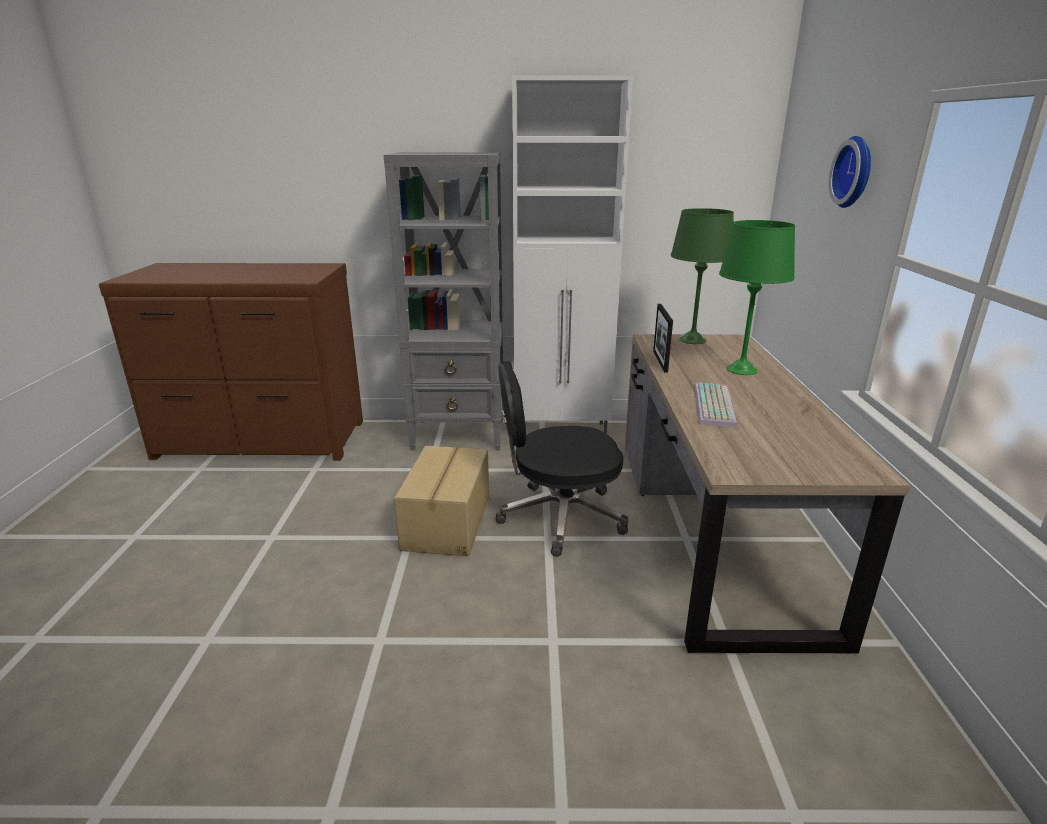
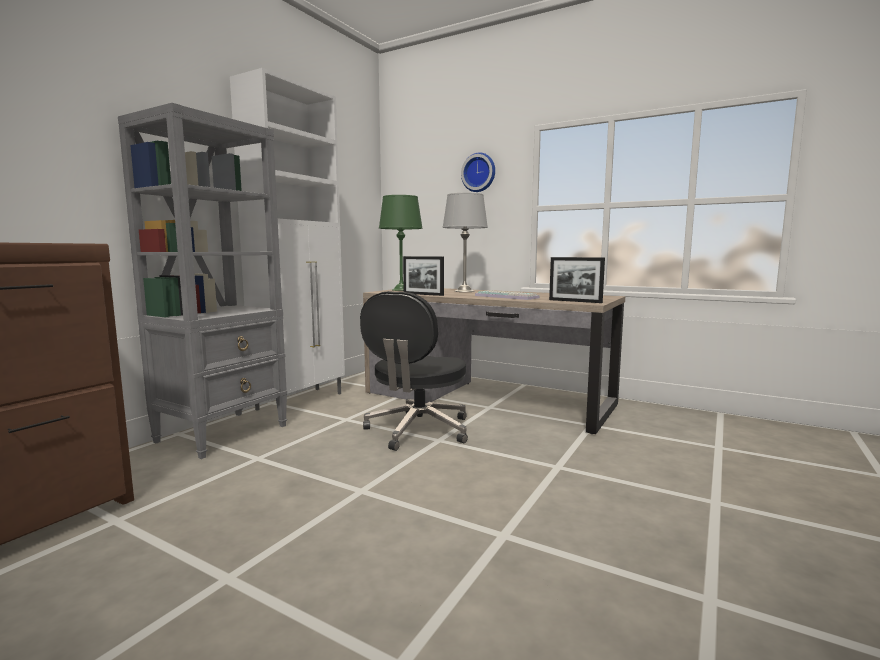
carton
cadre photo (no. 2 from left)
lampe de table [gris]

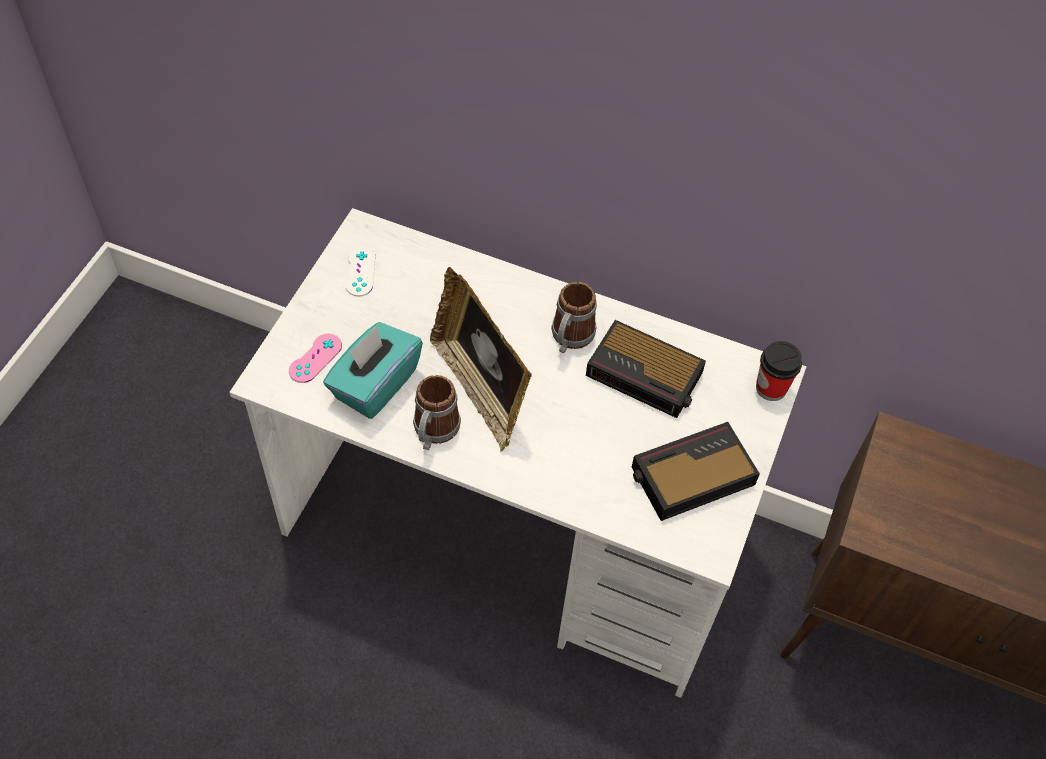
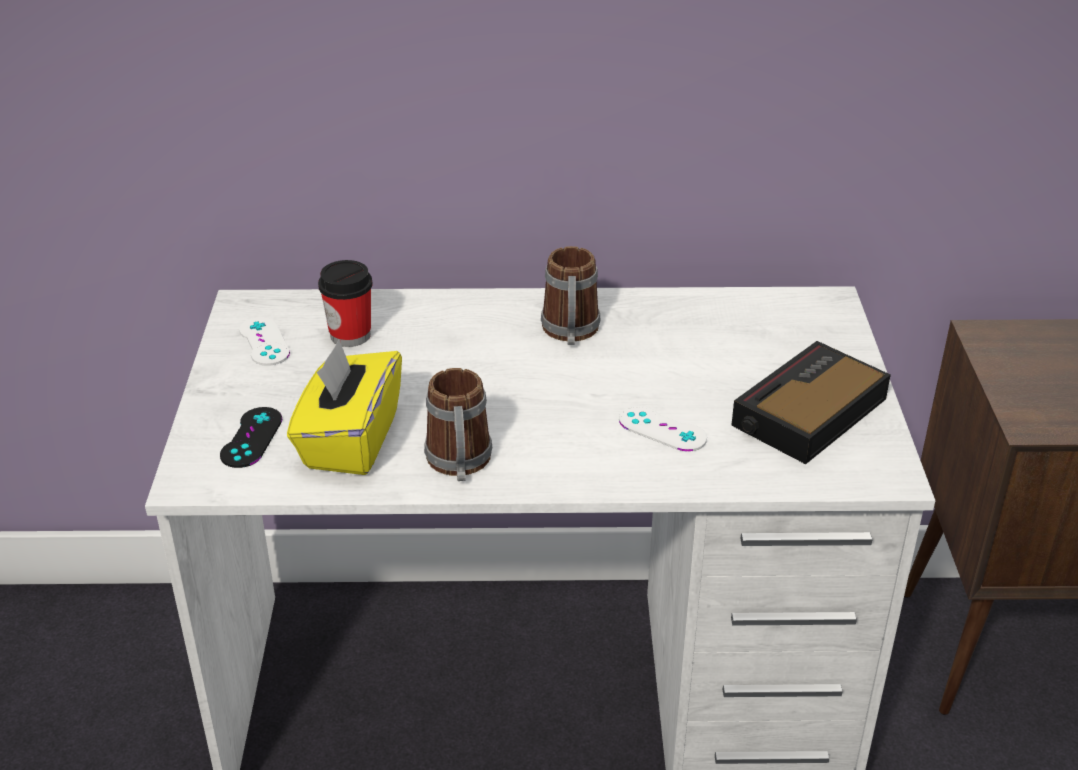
cadre photo
réveil (no. 1 from left in the first image)
manette [blanc] (no. 2 from left)
tasse
manette [noir]
boîte à mouchoirs [jaune]

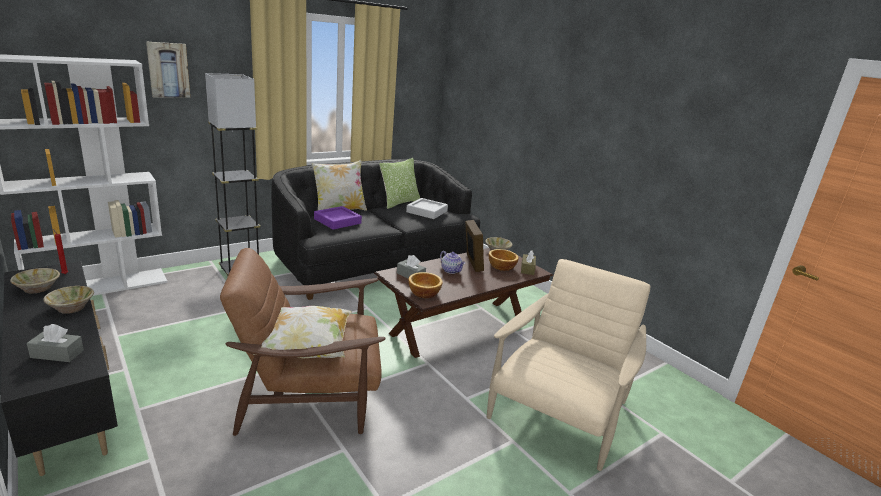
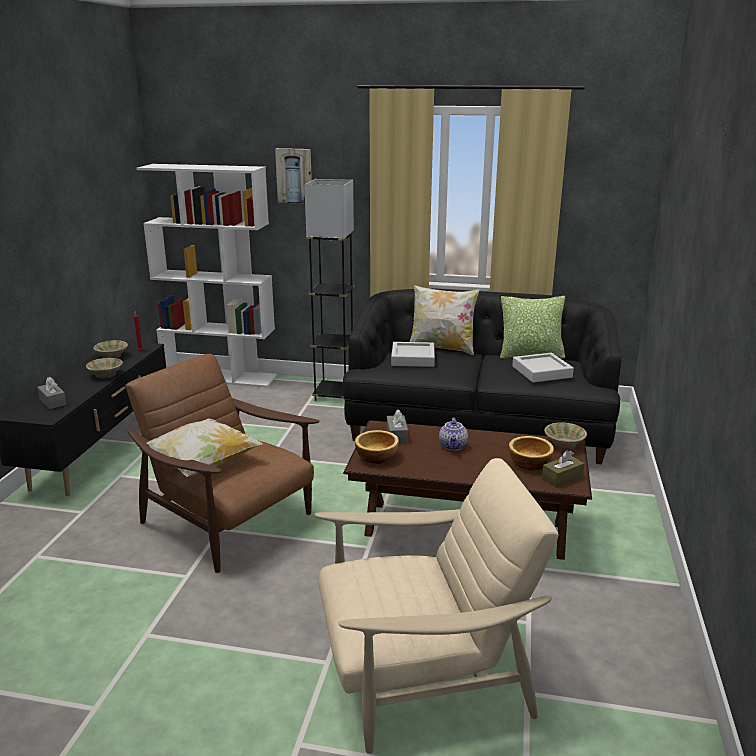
cadre photo
plateau [gris] (no. 1 from left)

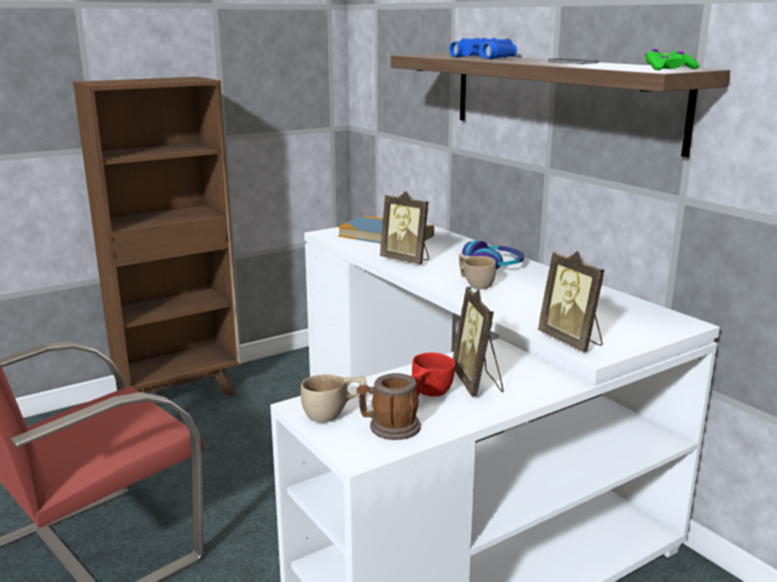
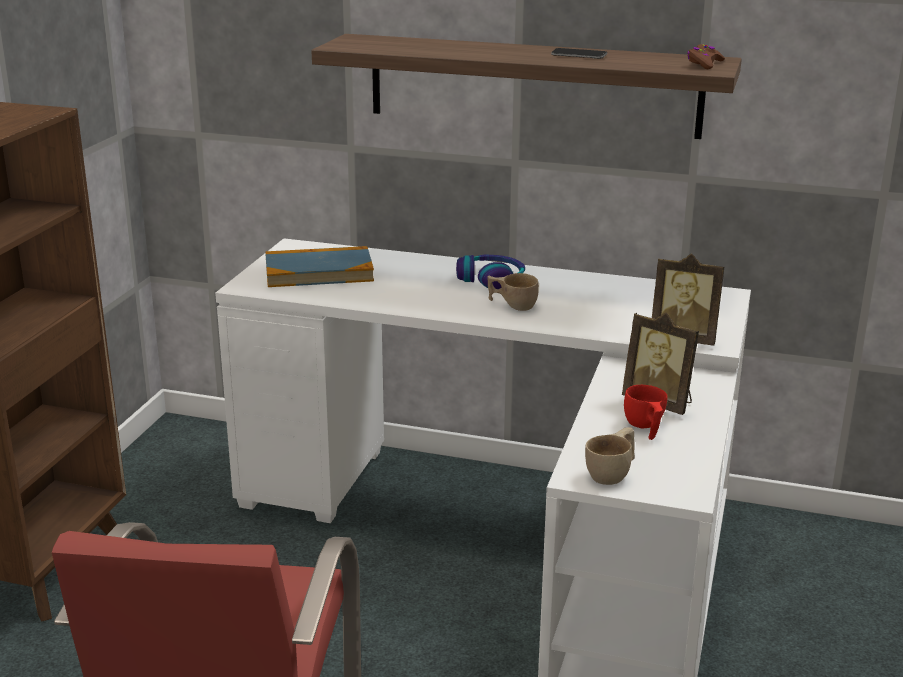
mug
cadre photo (no. 1 from left in the first image)
jumelles [bleu]
manette [marron]

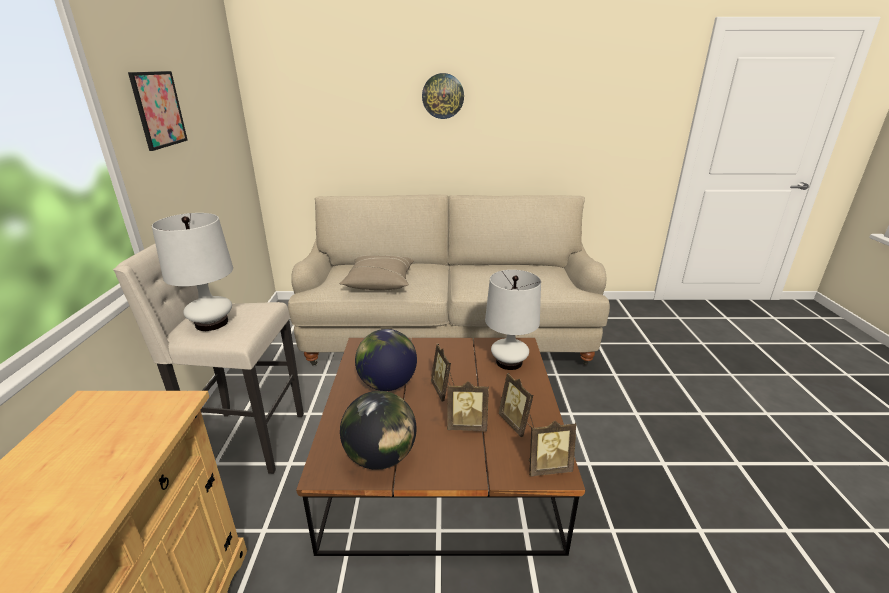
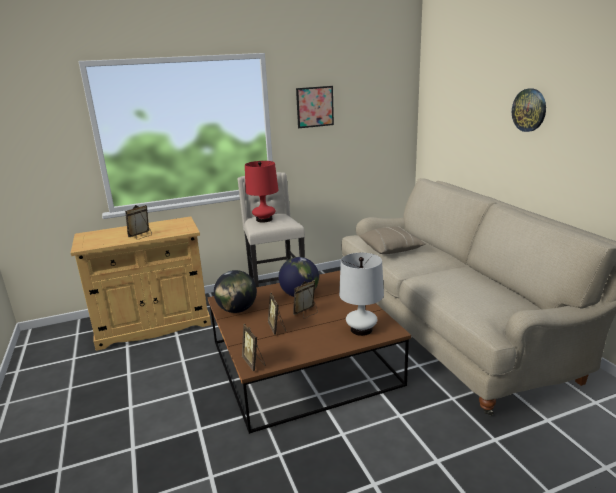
cadre photo (no. 1 from left)
lampe de table [rouge]

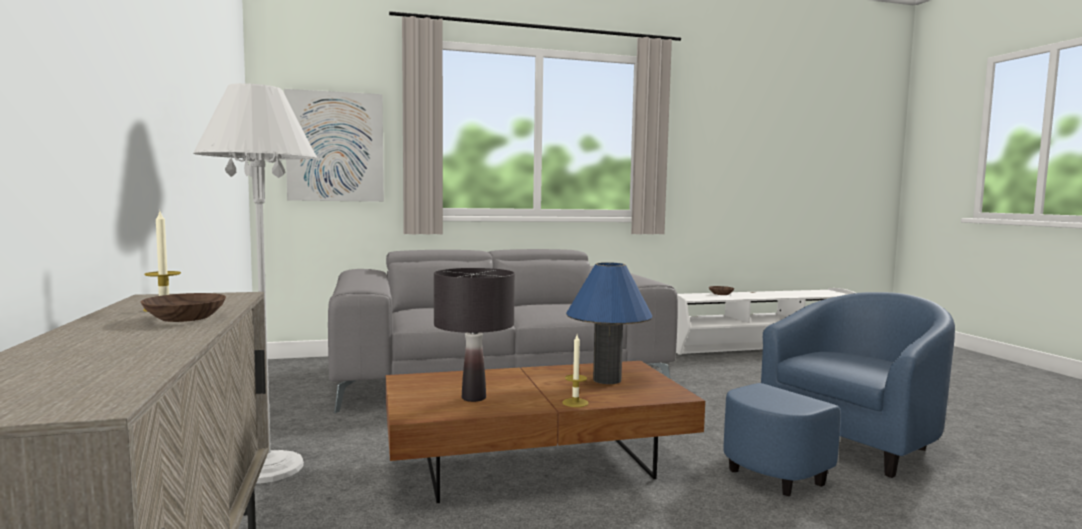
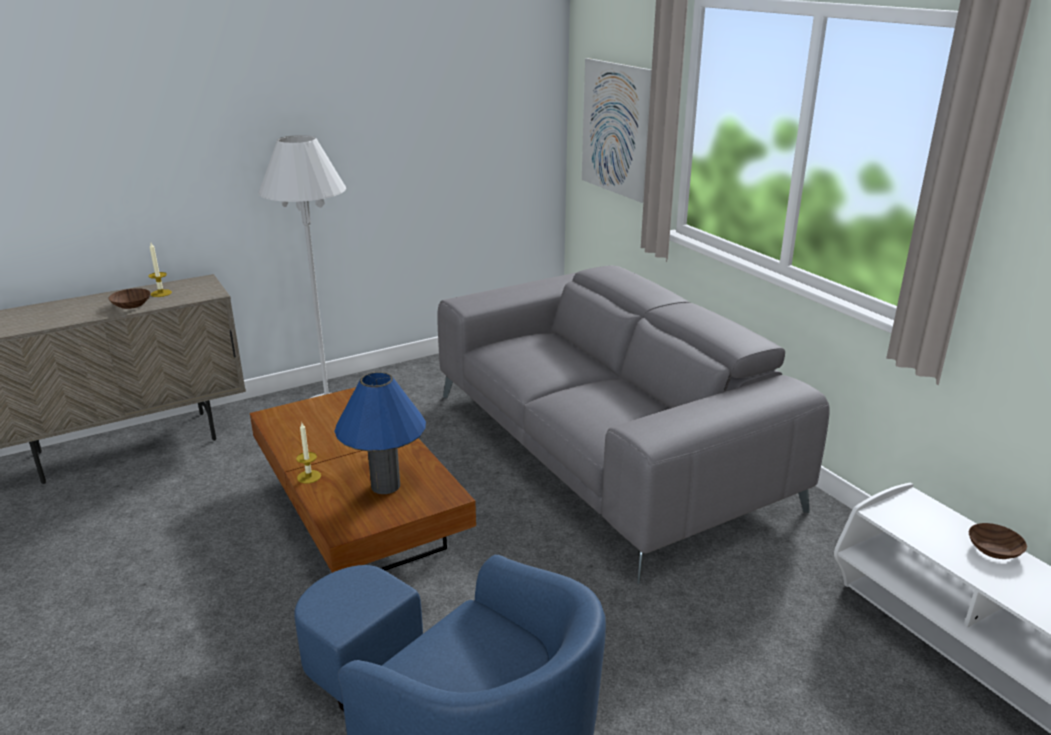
lampe de table [noir]

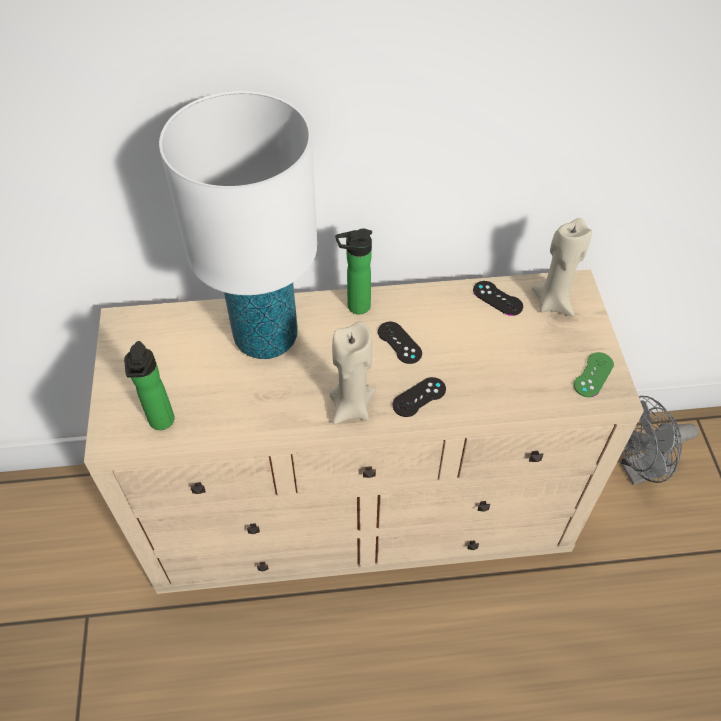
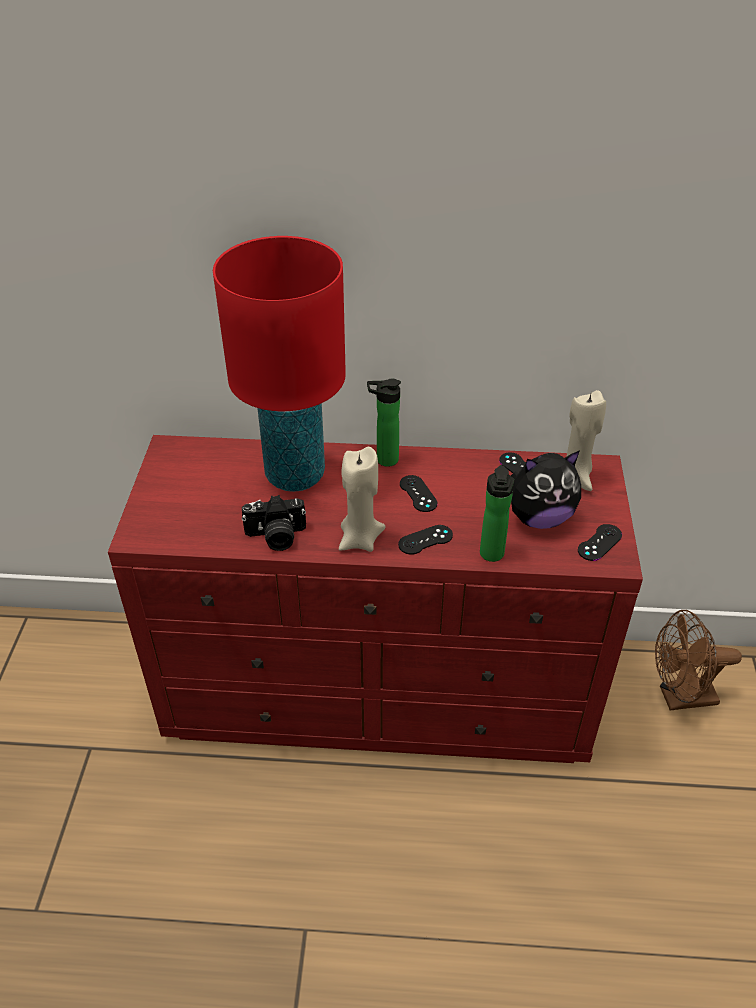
appareil photo
peluche
bouteille (no. 2 from left)
commode [rouge]
lampe de table [rouge]
manette [noir] (no. 4 from left)
ventilateur [marron]

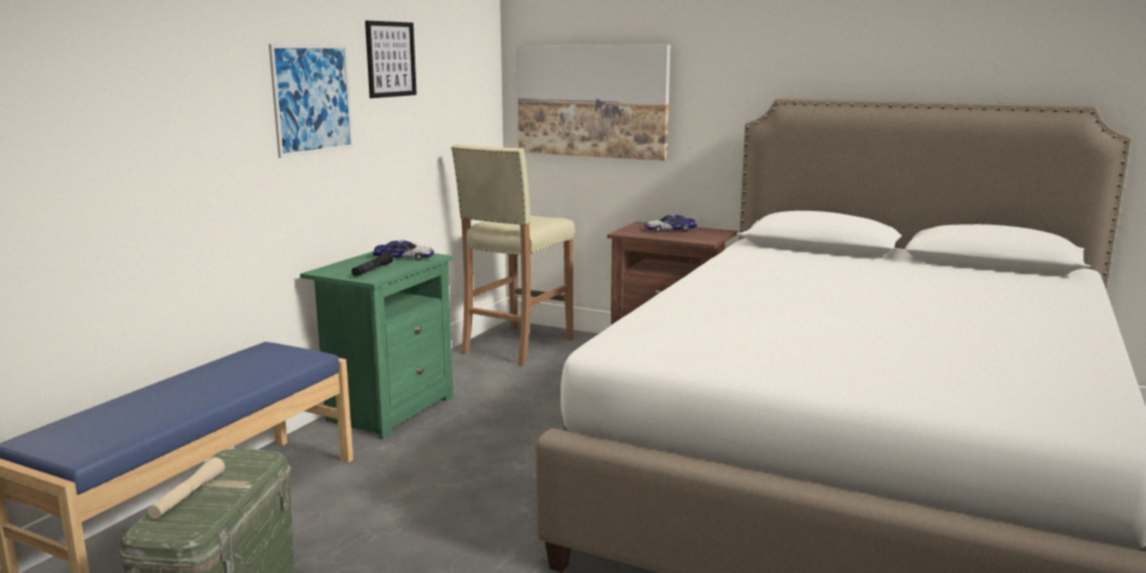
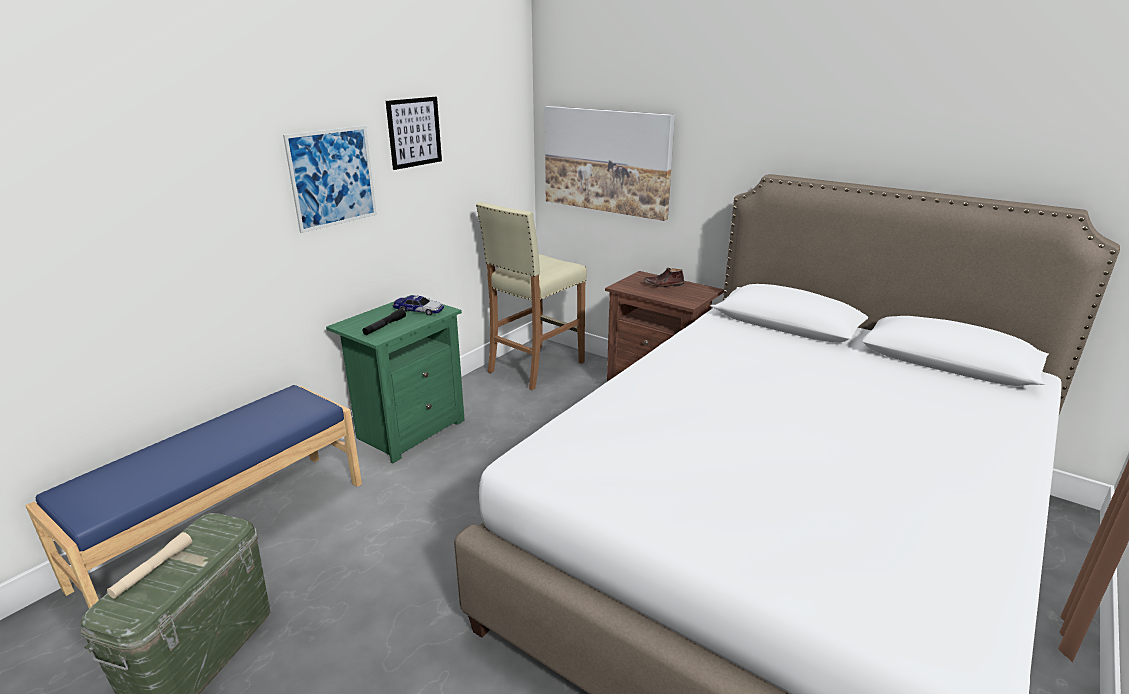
chaussure [marron]

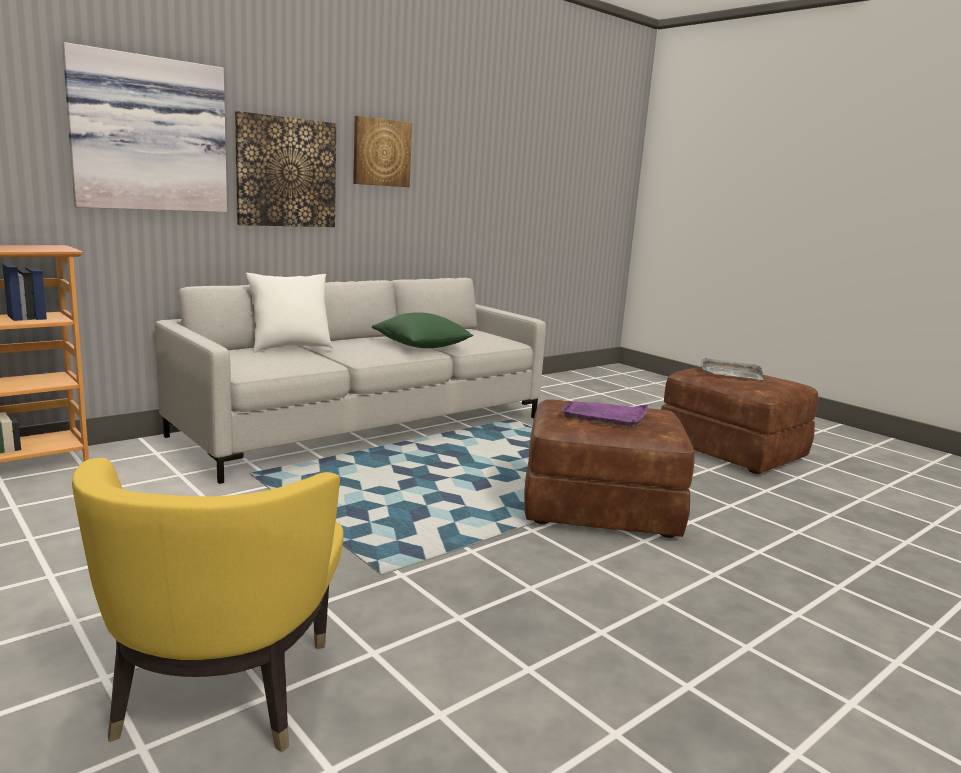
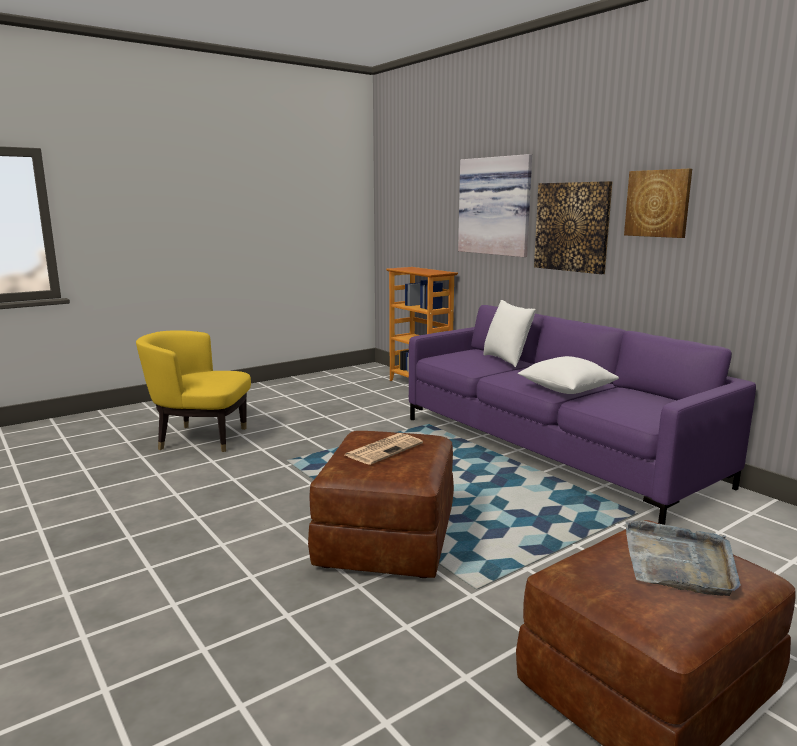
journal
canapé [violet]
coussin [blanc] (no. 2 from left)

